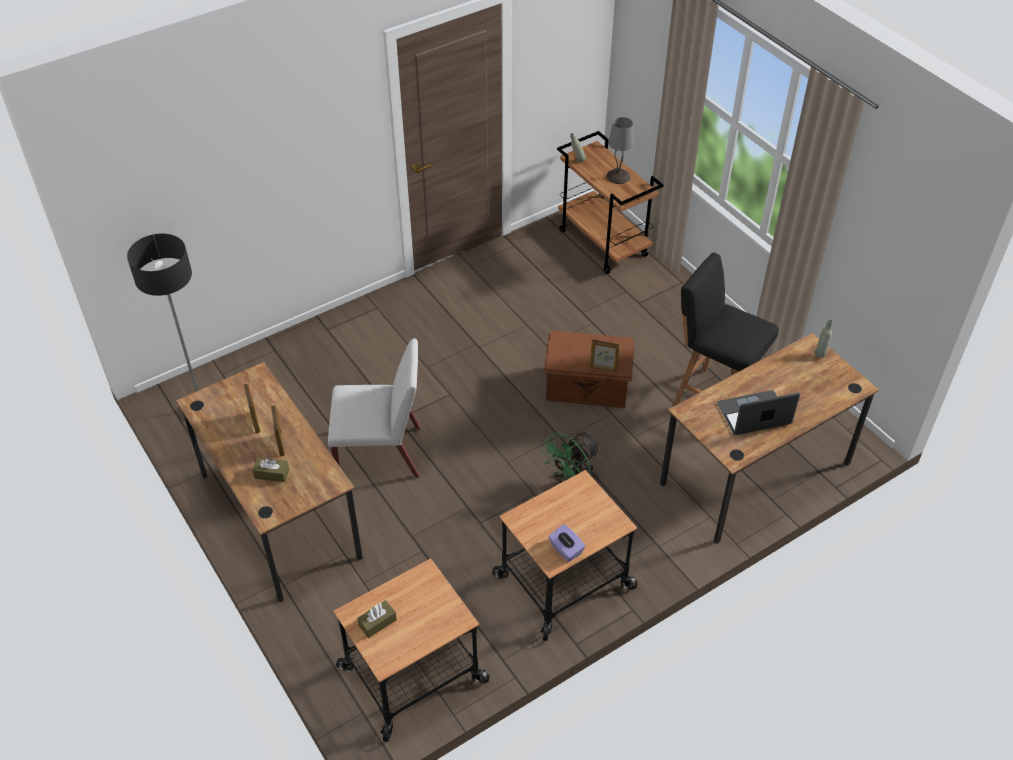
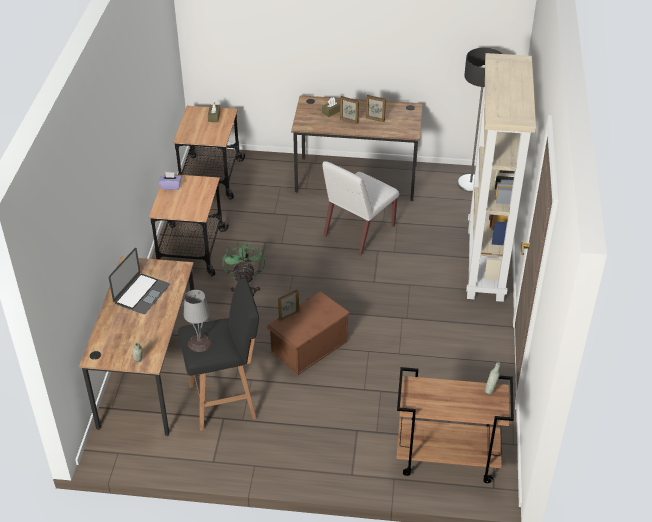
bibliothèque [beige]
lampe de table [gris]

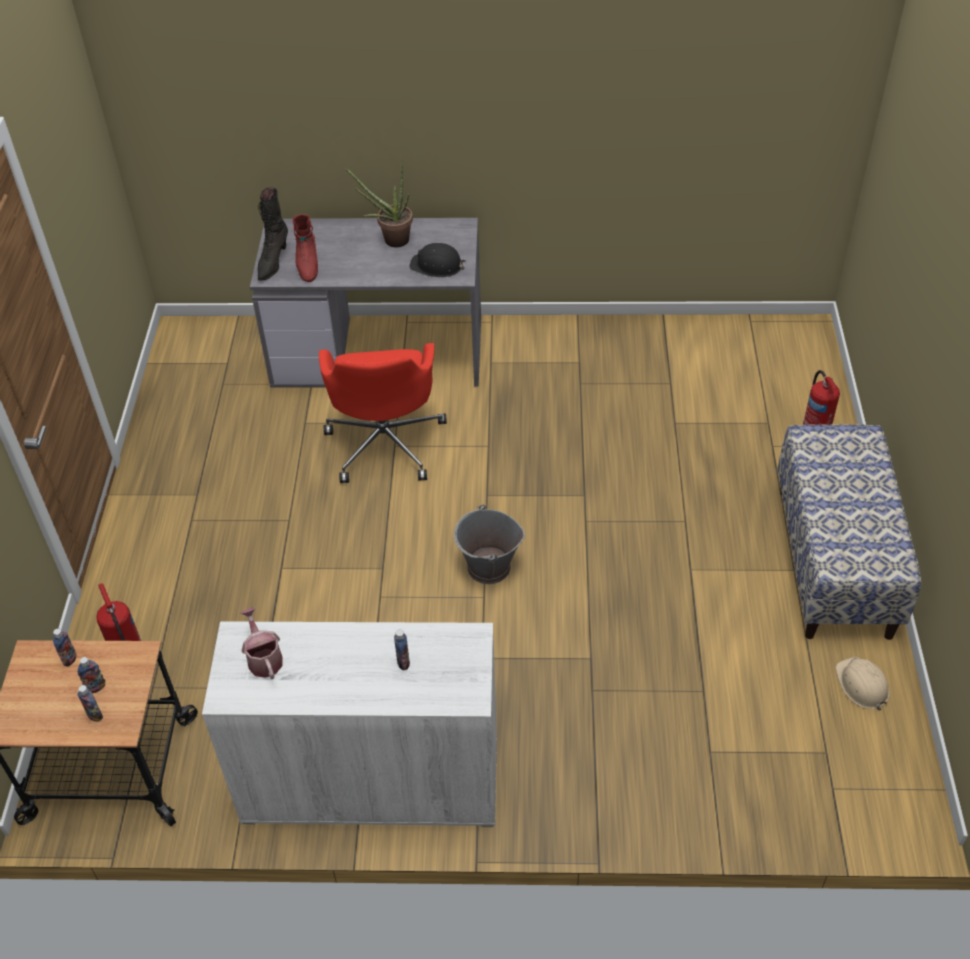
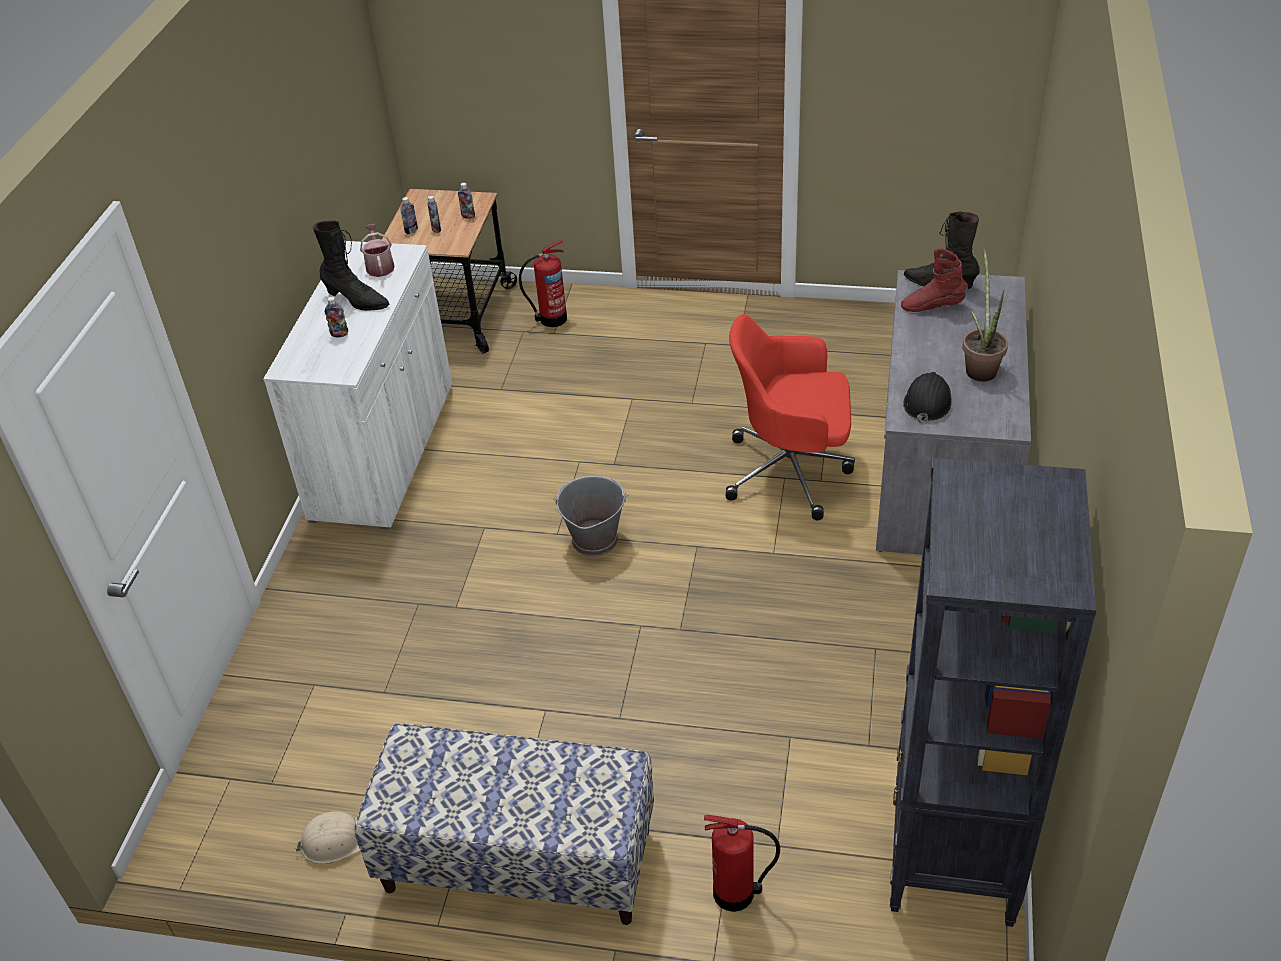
botte [noir] (no. 1 from left)
bibliothèque [noir]
arrosoir

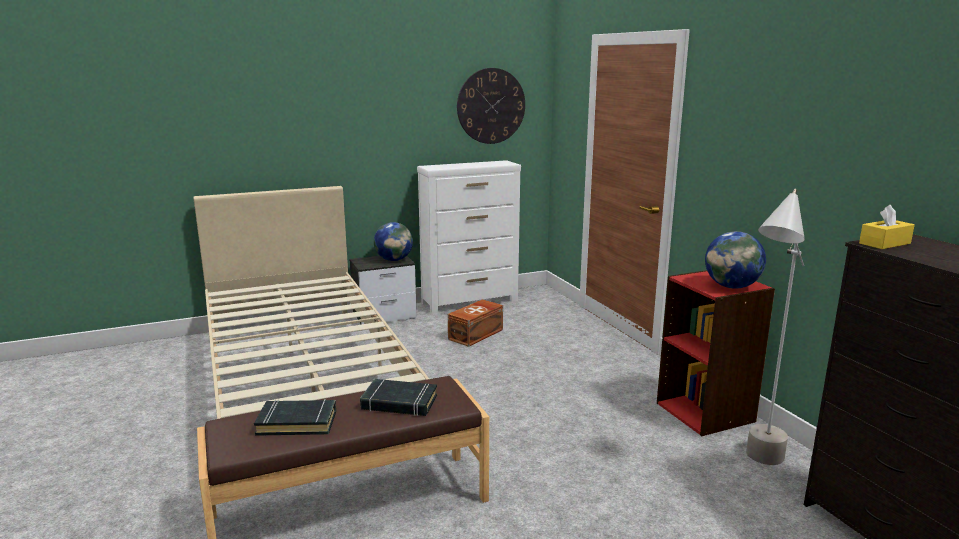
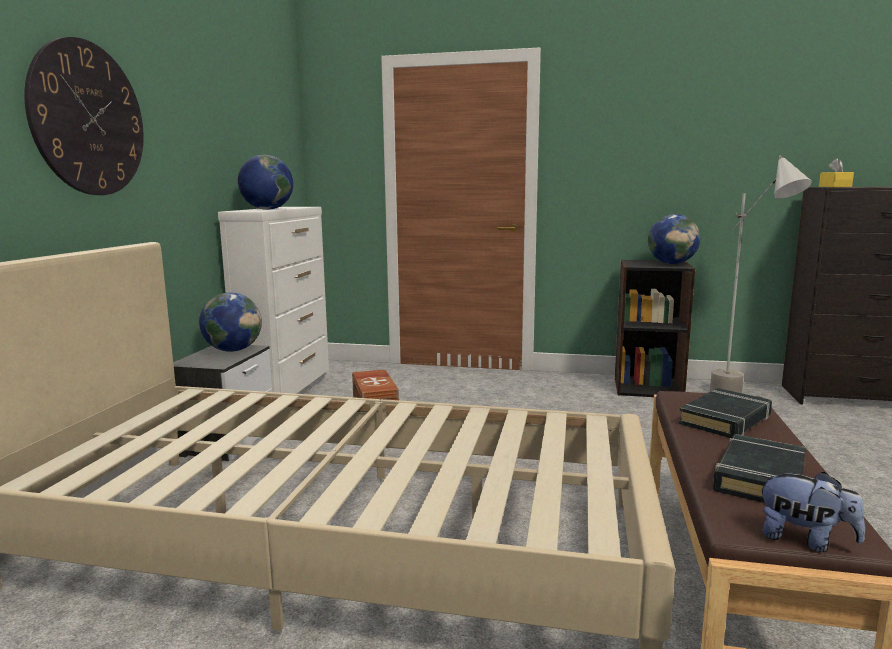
globe (no. 2 from left)
peluche
horloge murale
bibliothèque [noir]

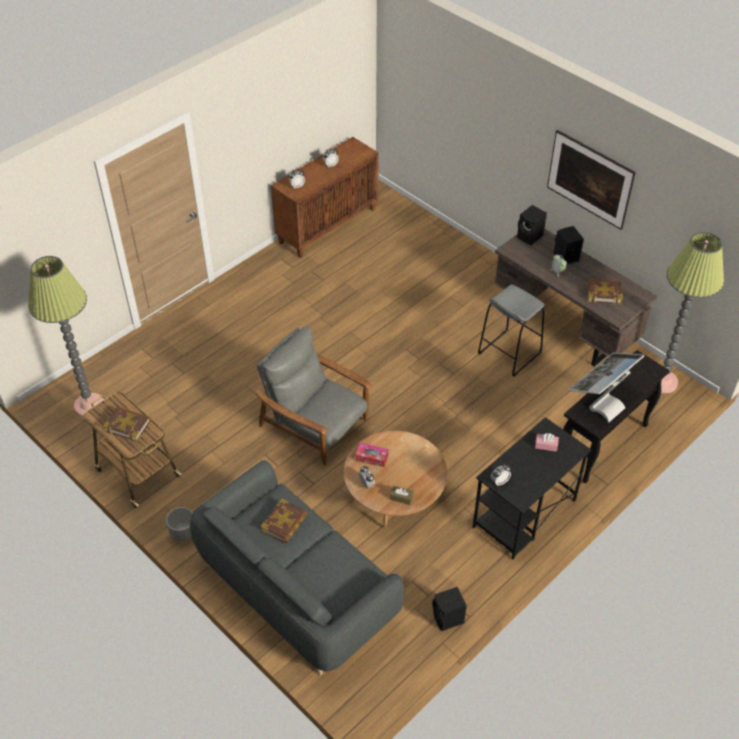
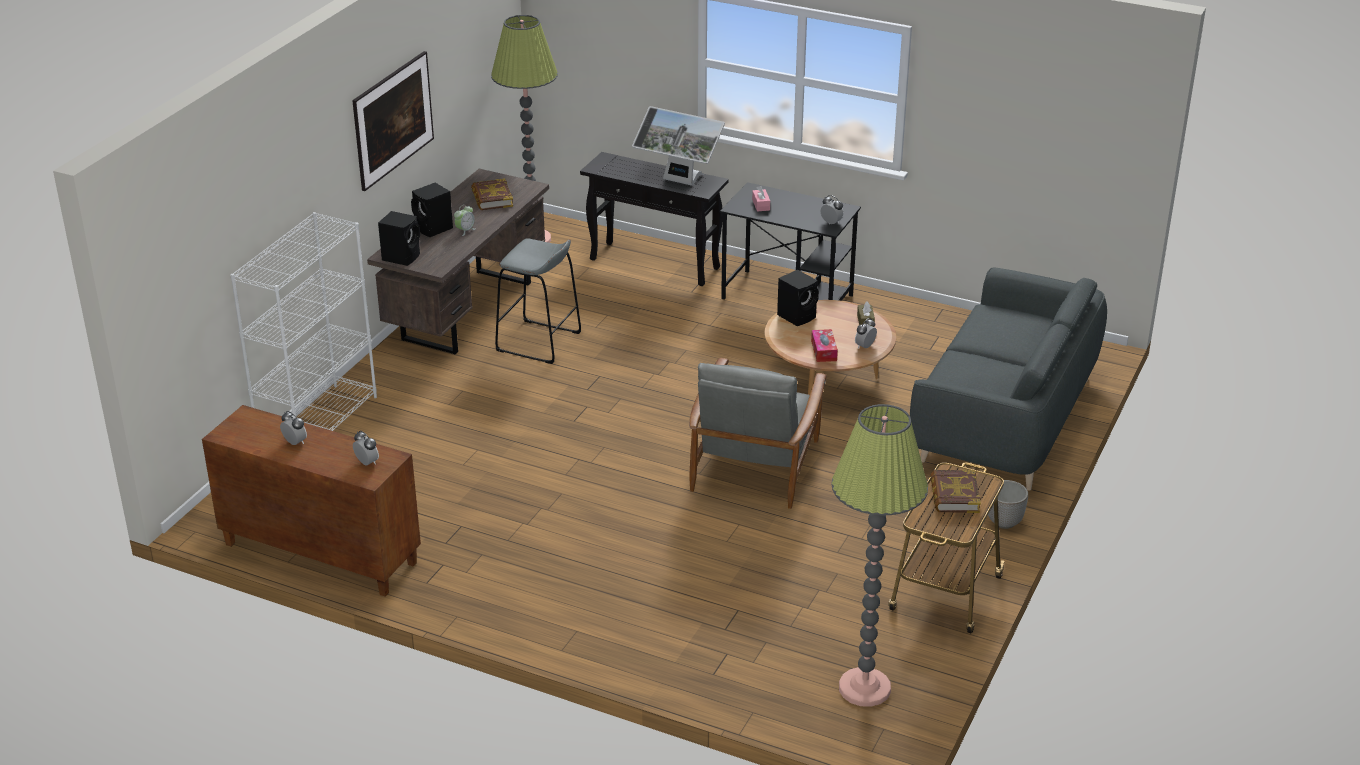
livre (no. 2 from left in the first image)
bibliothèque [blanc]
enceinte [noir] (no. 3 from left)

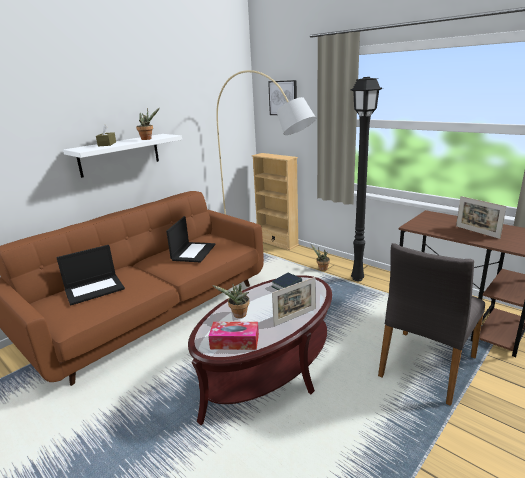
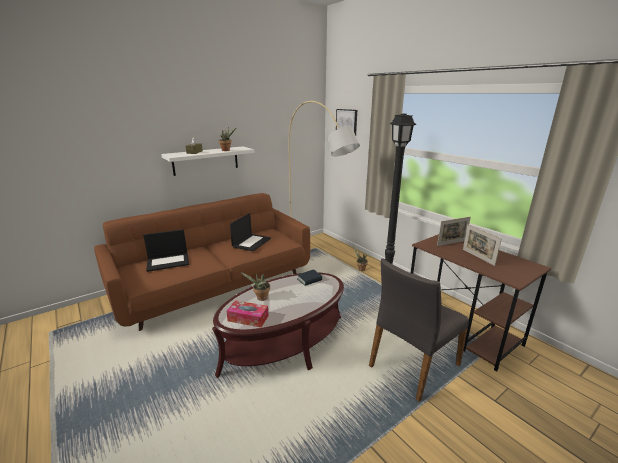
bibliothèque [beige]
cadre photo (no. 1 from left)

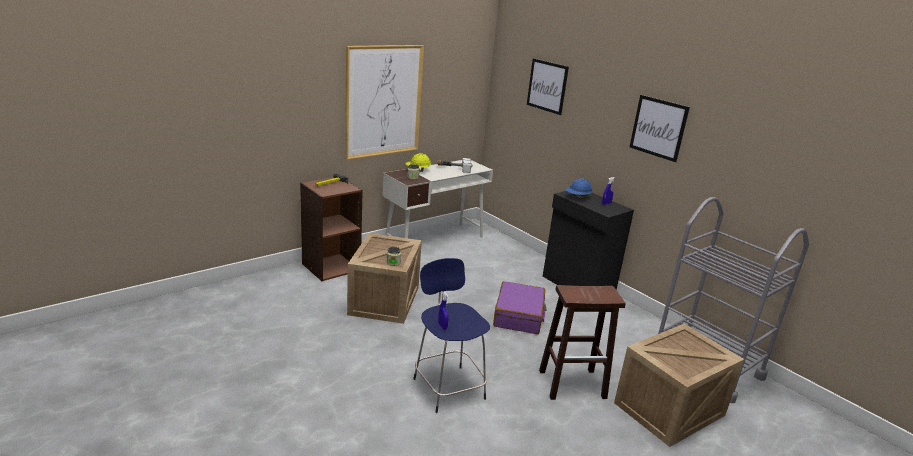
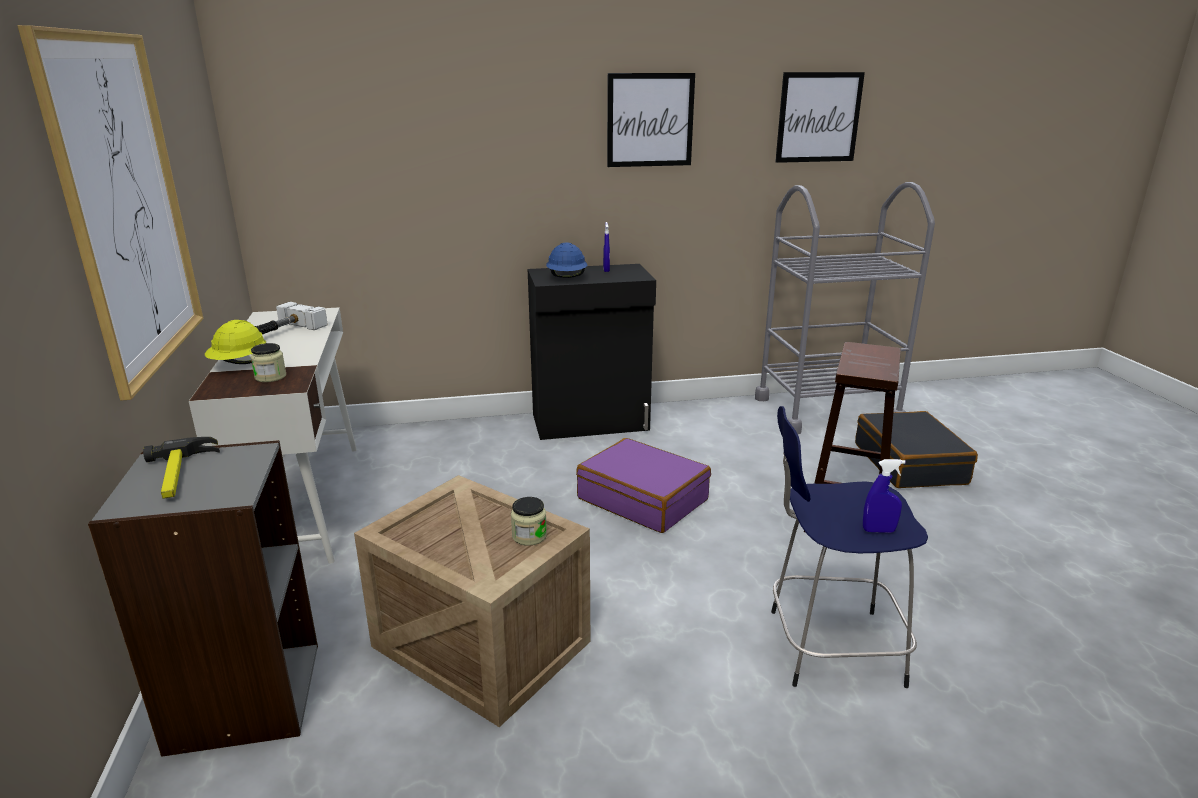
tableau (no. 3 from left)
valise [noir]
bibliothèque [gris]

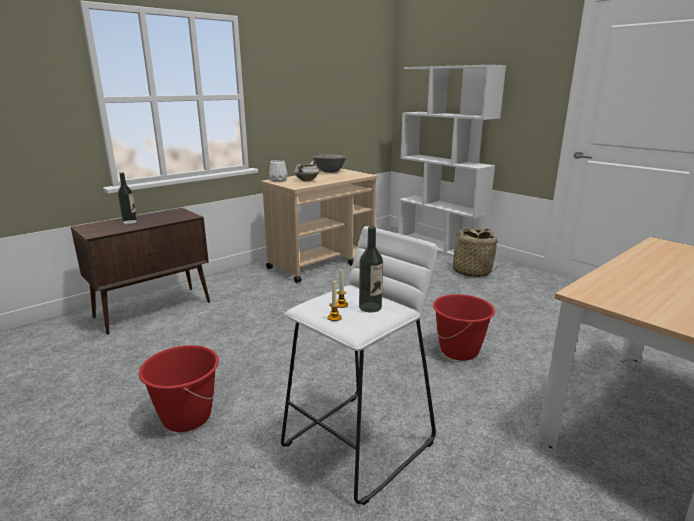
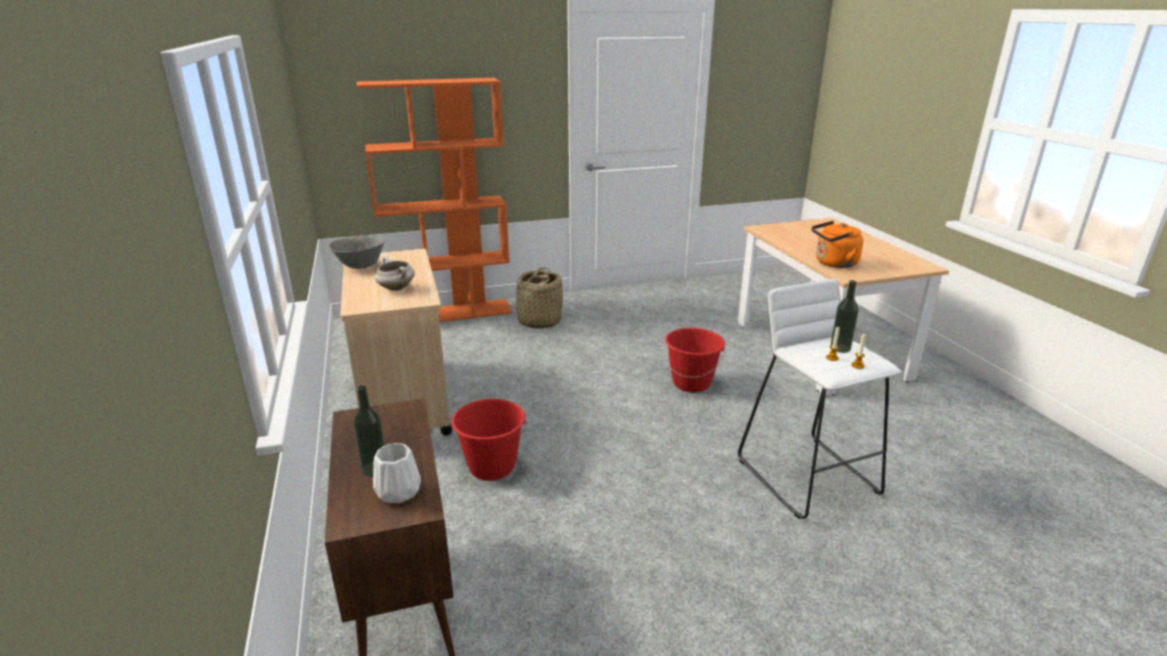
bouilloire [orange]
seau [rouge] (no. 1 from left)
vase [blanc]
bibliothèque [orange]

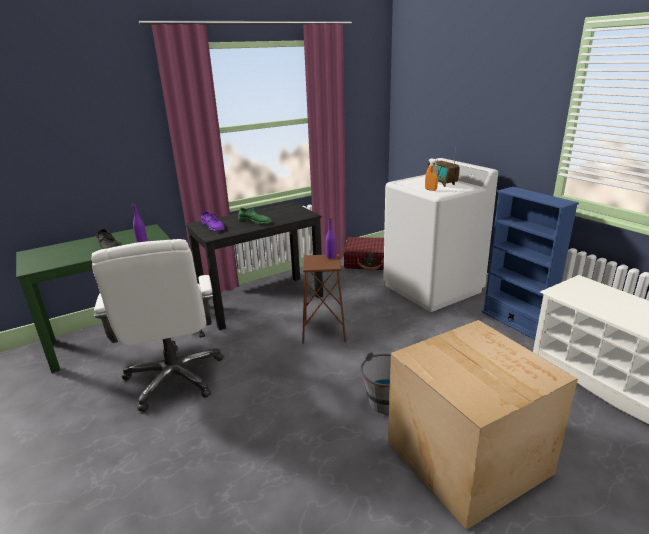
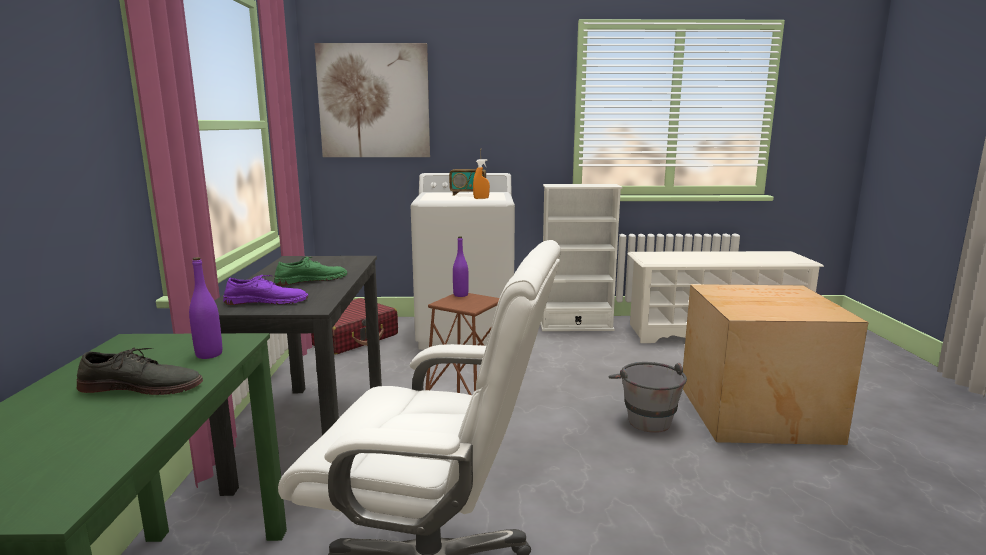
tableau
bibliothèque [blanc]

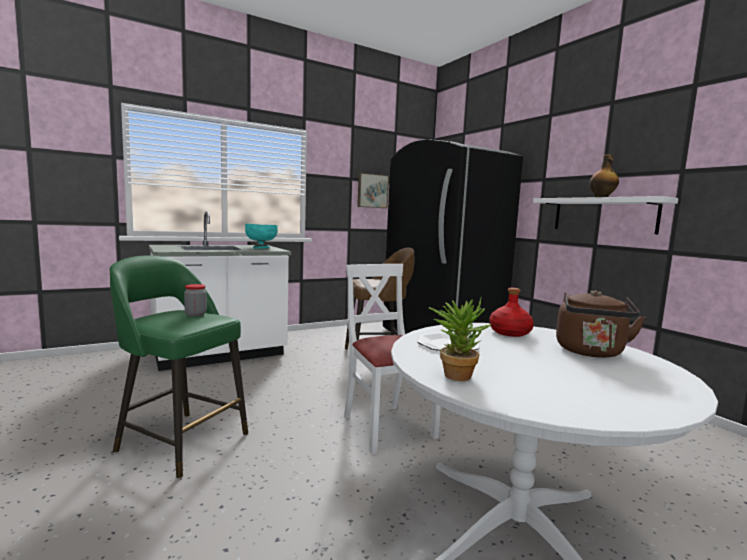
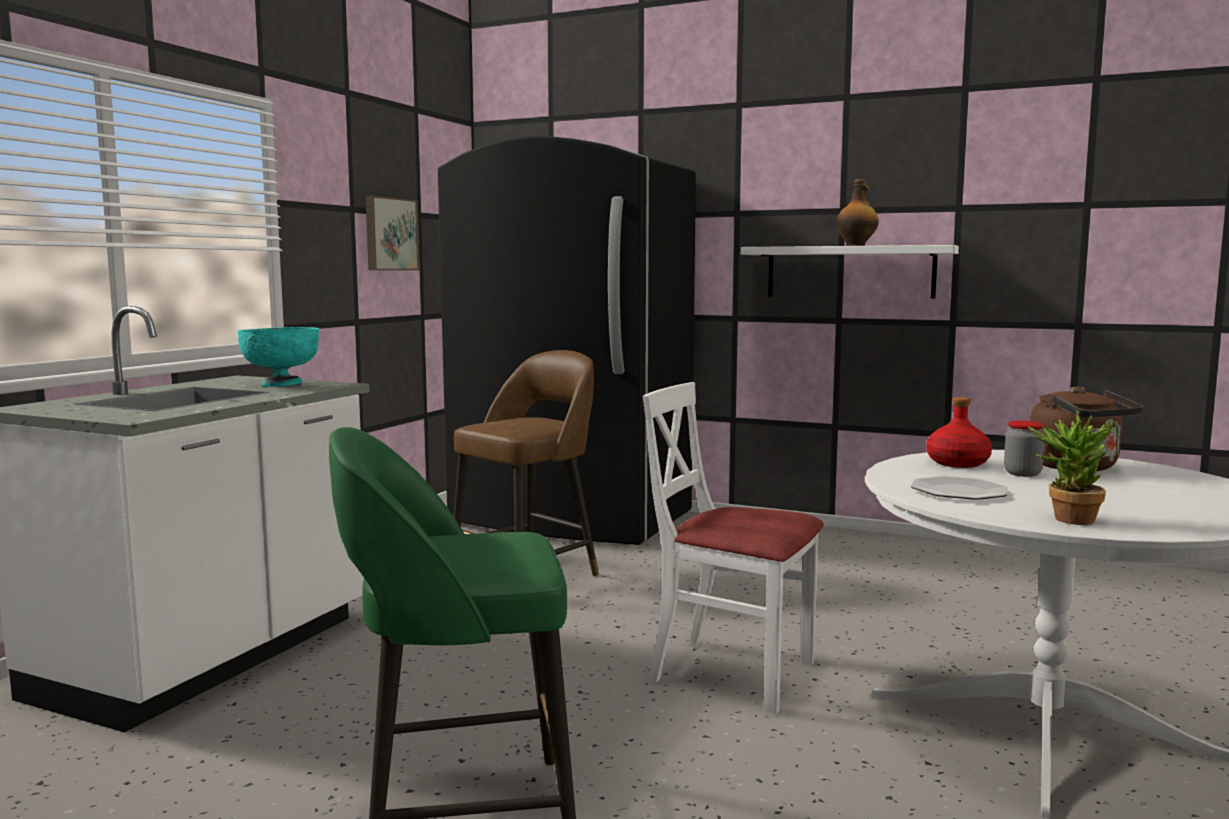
bocal

